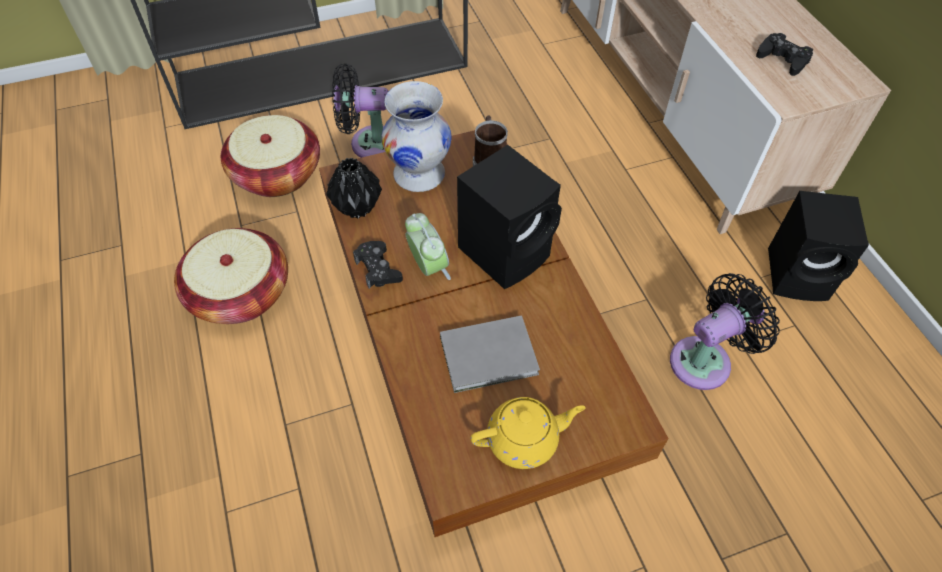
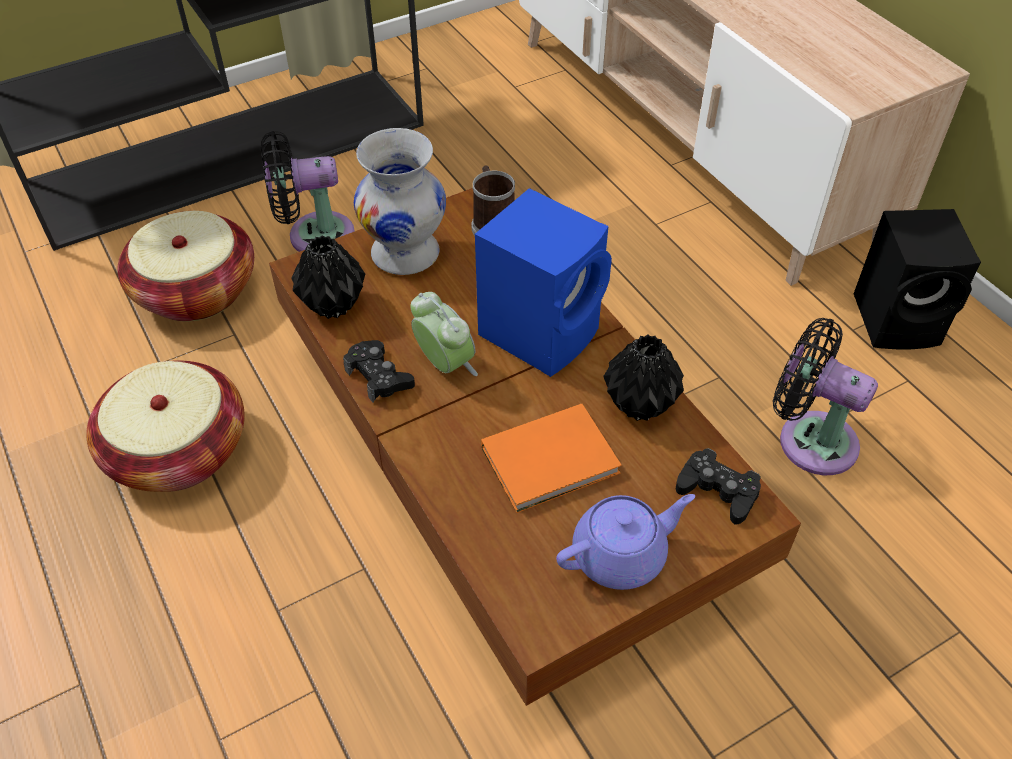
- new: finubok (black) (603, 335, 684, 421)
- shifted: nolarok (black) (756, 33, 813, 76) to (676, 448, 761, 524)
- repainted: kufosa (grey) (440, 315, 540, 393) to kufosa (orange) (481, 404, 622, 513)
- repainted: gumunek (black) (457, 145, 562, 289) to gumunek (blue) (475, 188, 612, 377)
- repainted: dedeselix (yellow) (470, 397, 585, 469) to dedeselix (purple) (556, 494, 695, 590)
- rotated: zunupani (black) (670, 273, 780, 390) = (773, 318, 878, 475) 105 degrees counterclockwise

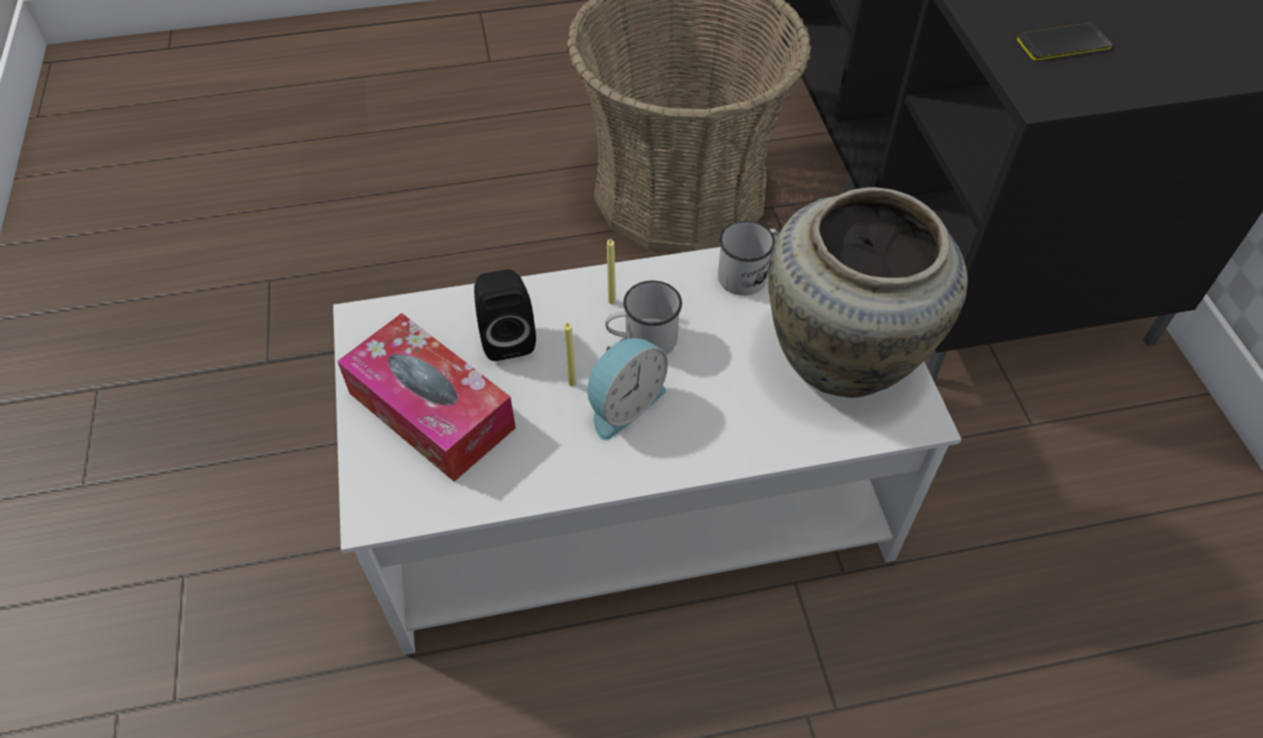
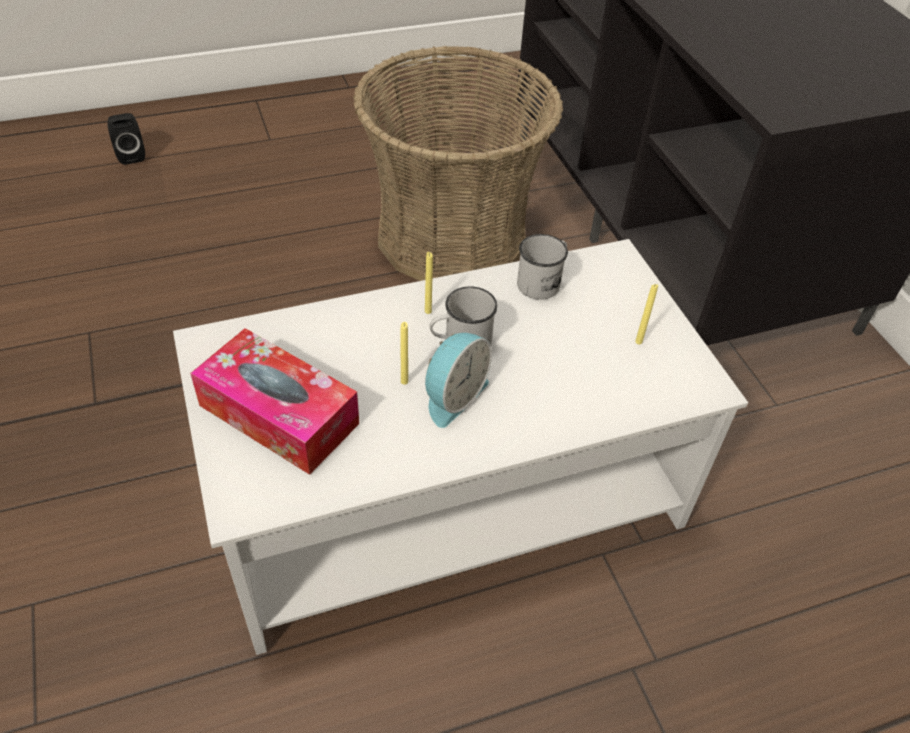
- gone: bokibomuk (1017, 23, 1112, 61)
- shifted: gumunek (black) (474, 269, 536, 361) to (108, 113, 145, 165)
- swapped: finubok (beige) (768, 187, 968, 398) to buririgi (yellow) (635, 284, 658, 345)

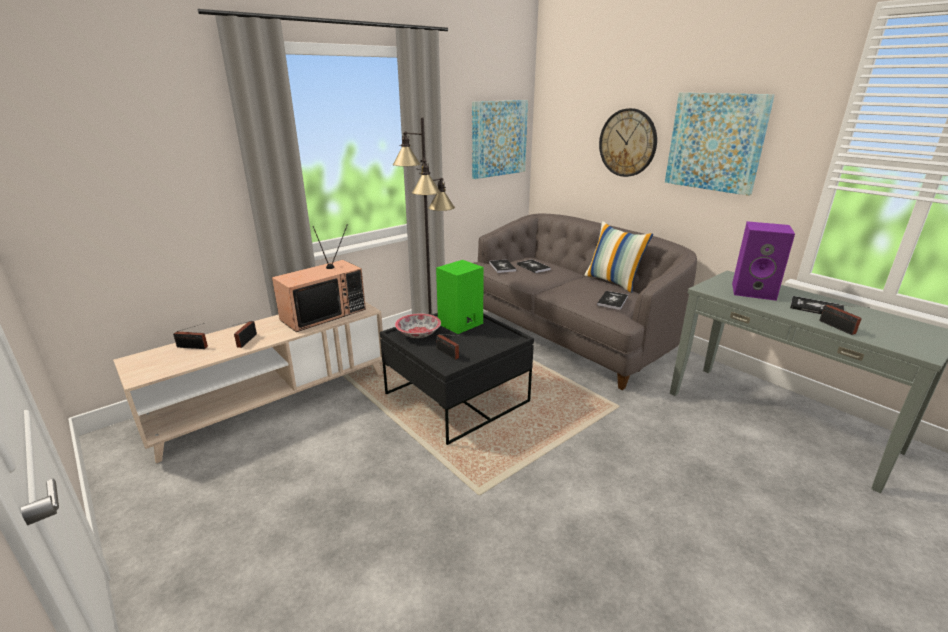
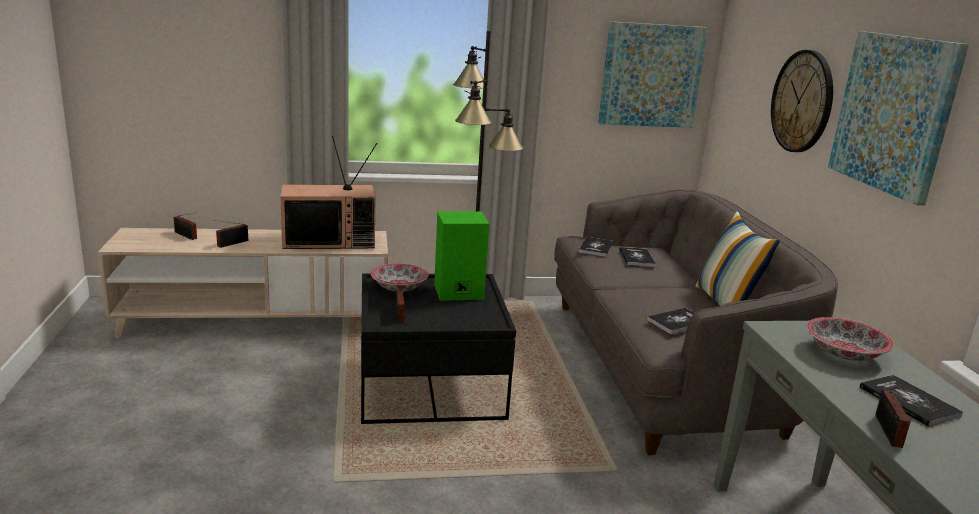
- swapped: gumunek (purple) (732, 221, 795, 301) to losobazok (806, 317, 894, 361)

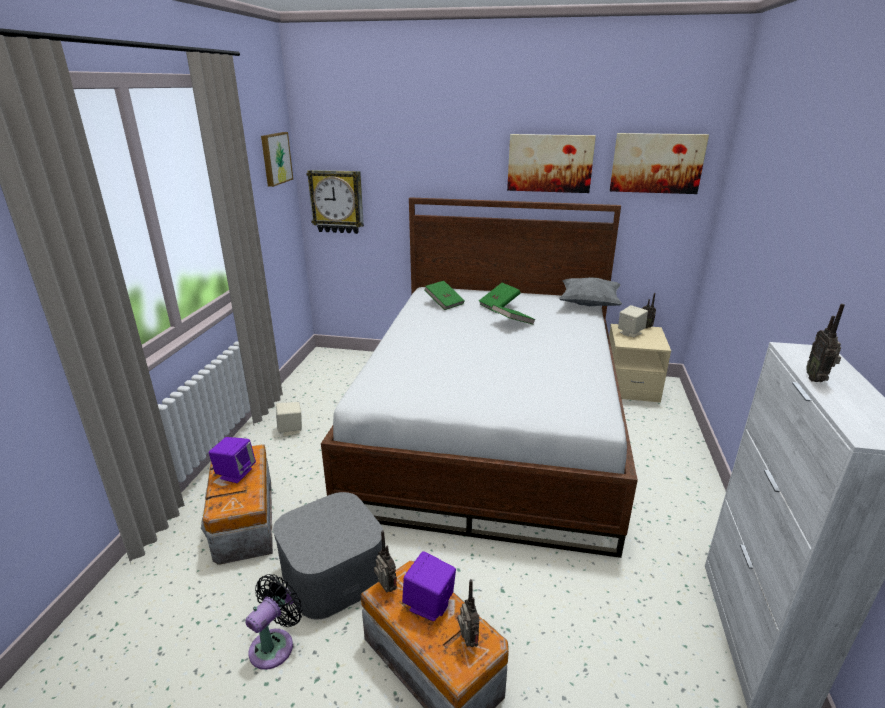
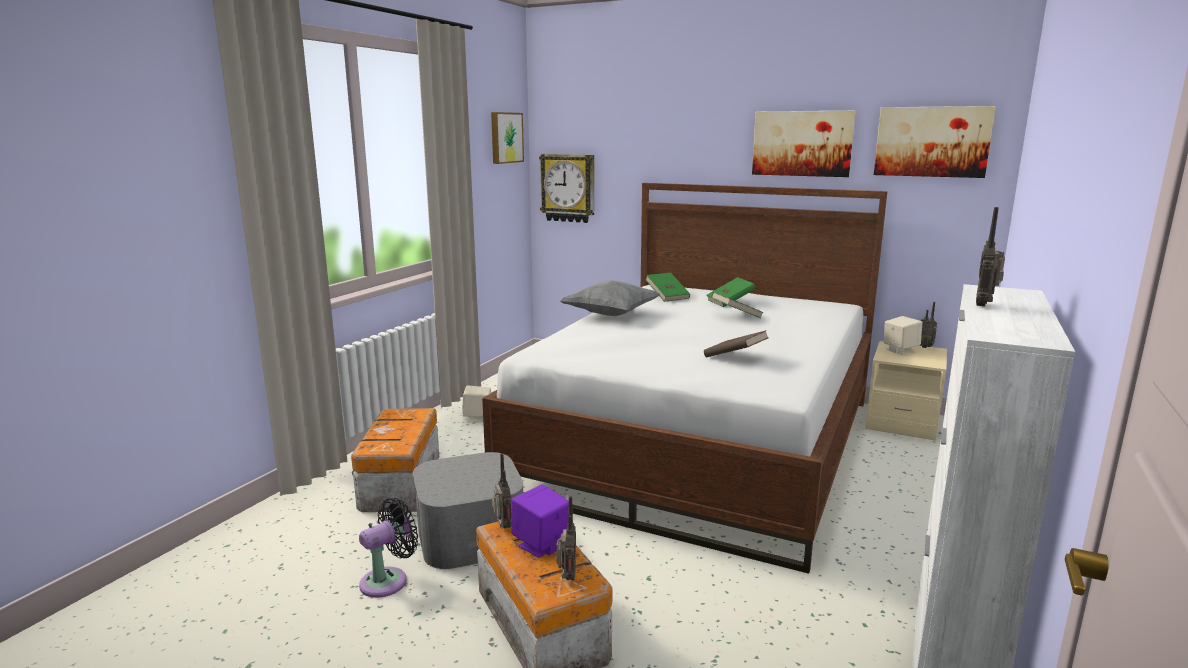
- gone: gumunek (purple) (209, 437, 256, 483)
- new: kufosa (brown) (704, 330, 769, 358)
- shifted: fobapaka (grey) (559, 277, 622, 306) to (560, 280, 661, 316)

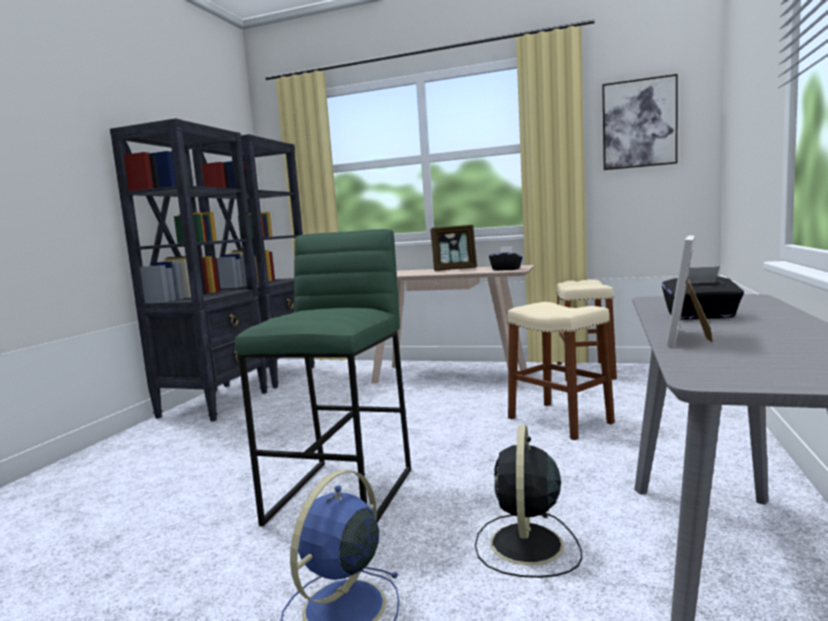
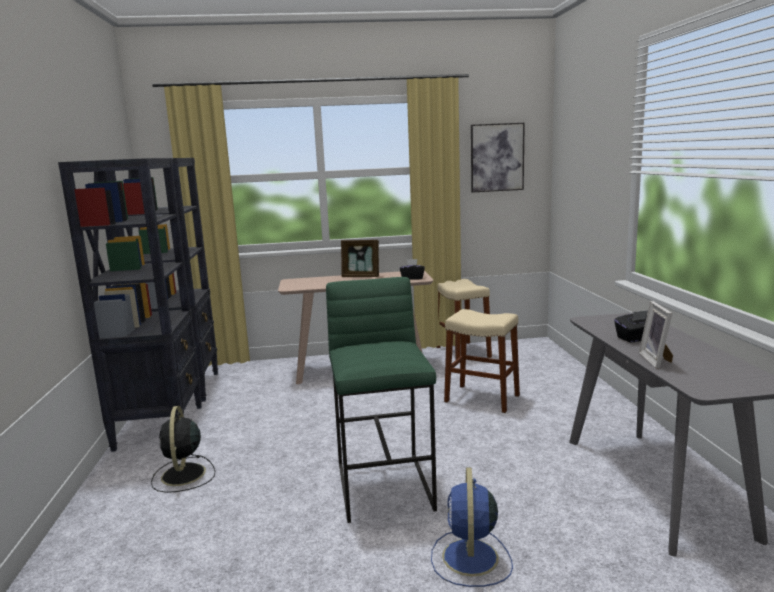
- shifted: zunupani (black) (475, 425, 582, 578) to (151, 406, 215, 493)
- rotated: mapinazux (430, 225, 477, 271) = (341, 240, 379, 277) 45 degrees clockwise

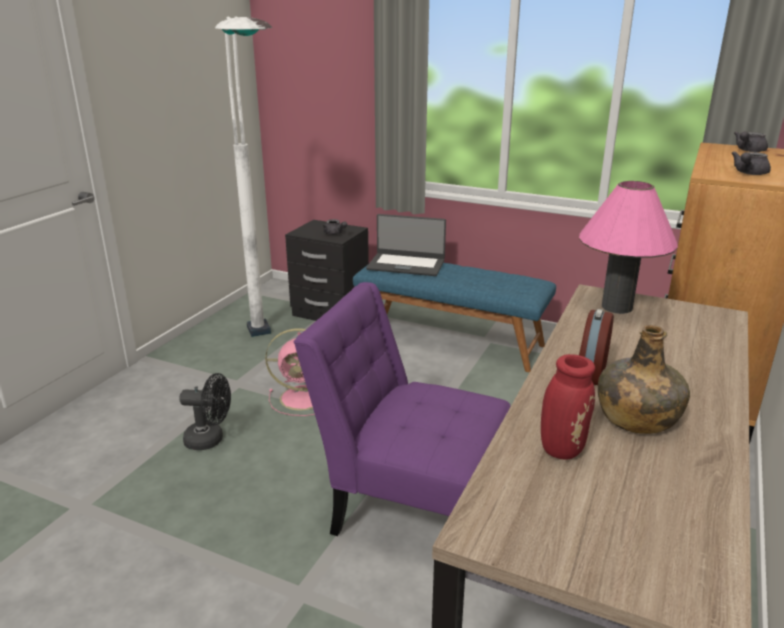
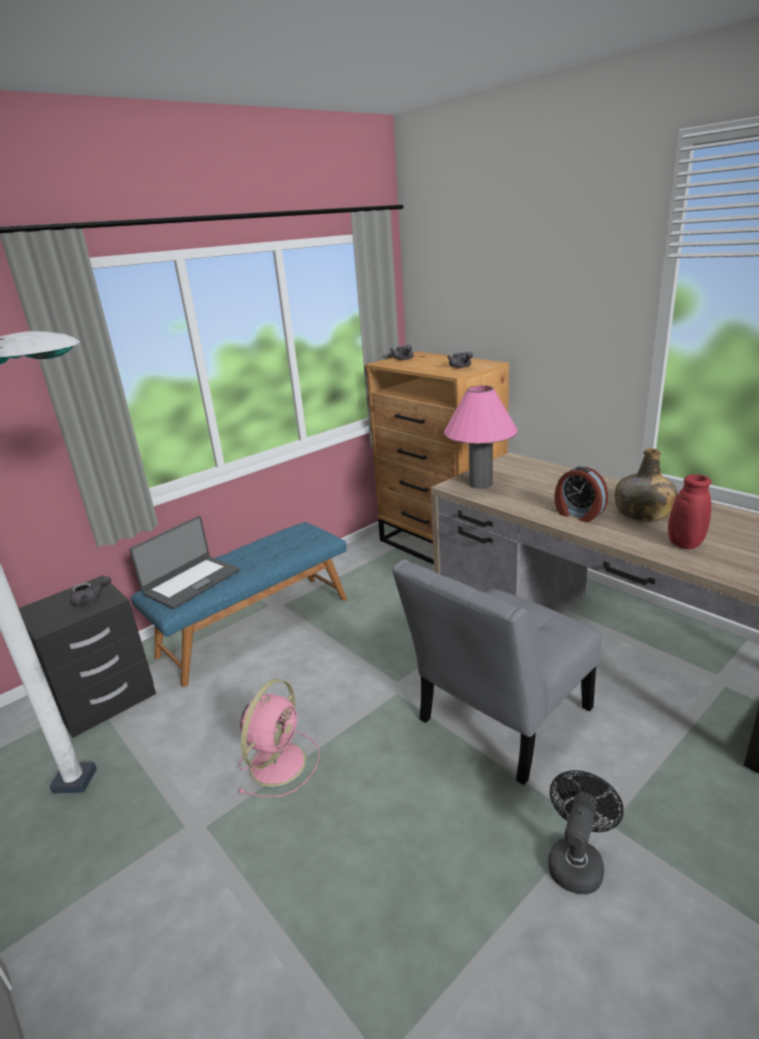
- shifted: zunupani (black) (179, 373, 231, 450) to (548, 770, 624, 894)
- repainted: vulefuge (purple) (294, 282, 511, 536) to vulefuge (grey) (392, 559, 602, 785)

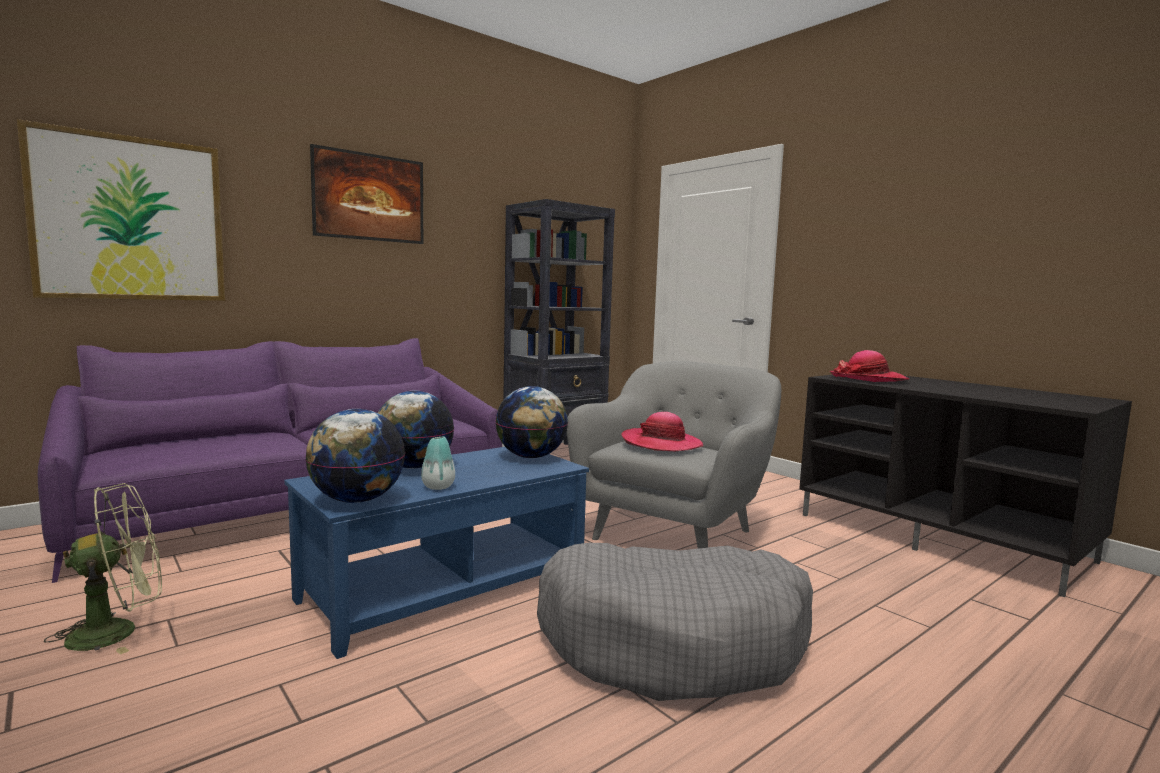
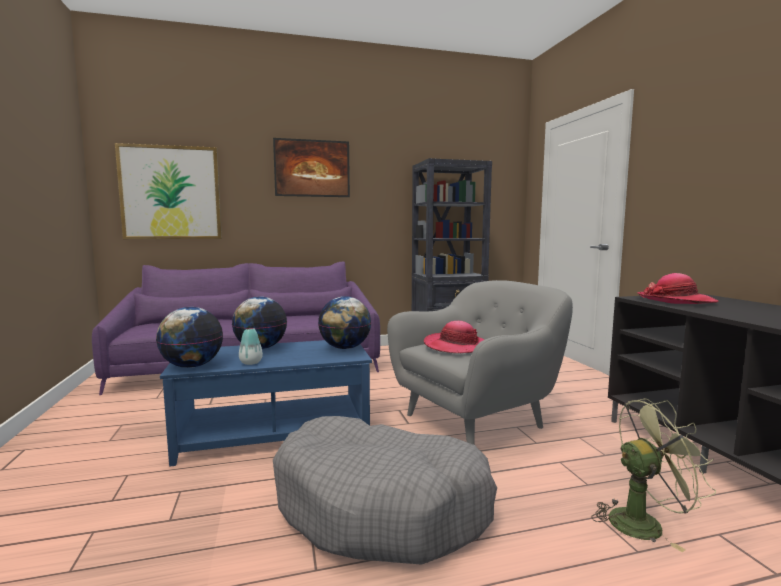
- shifted: zunupani (green) (44, 483, 162, 655) to (592, 399, 716, 552)

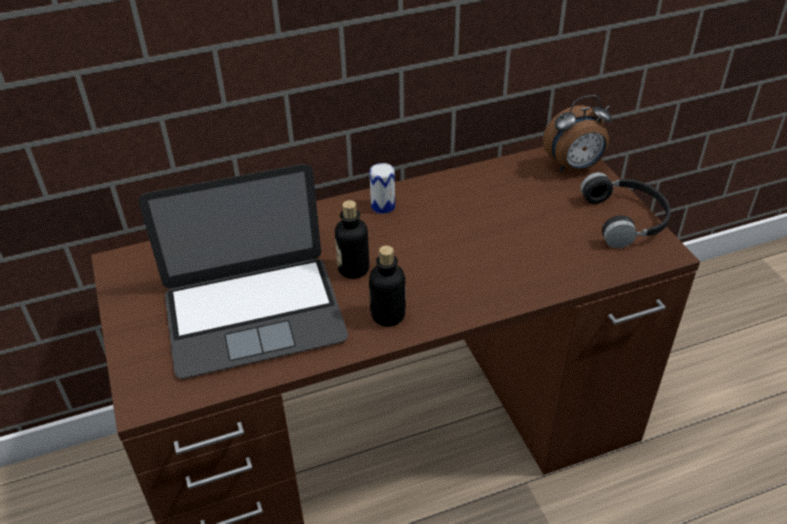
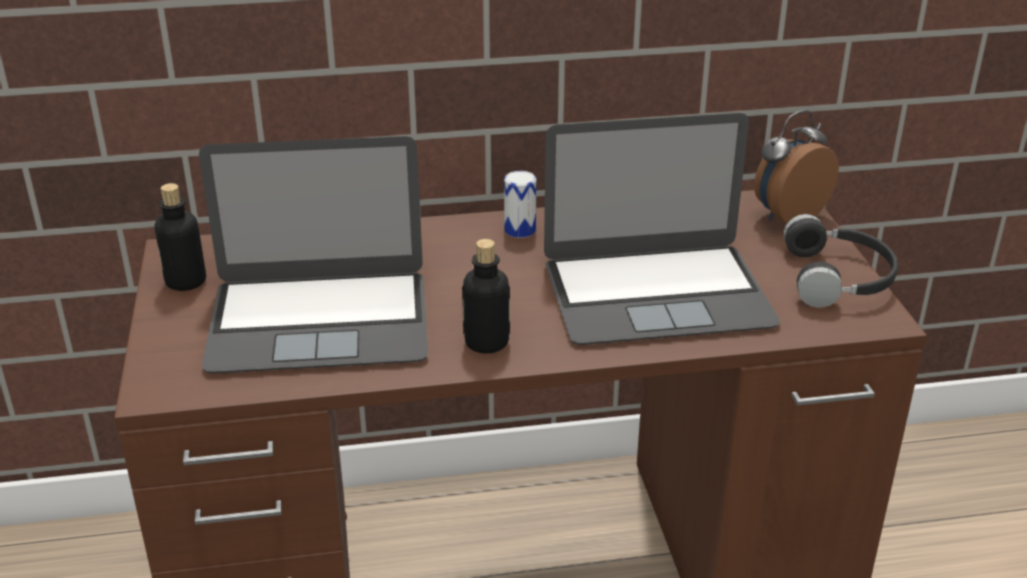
- new: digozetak (544, 113, 780, 345)
- shifted: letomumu (335, 200, 369, 279) to (154, 183, 206, 291)
- rotated: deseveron (543, 95, 612, 172) = (754, 110, 839, 224) 150 degrees clockwise

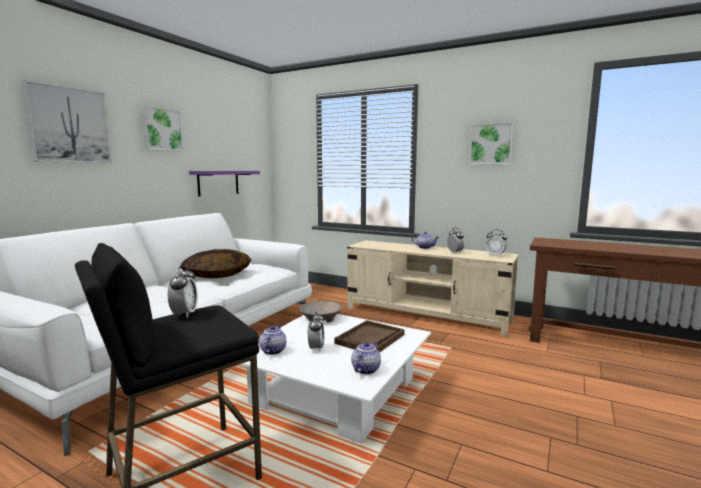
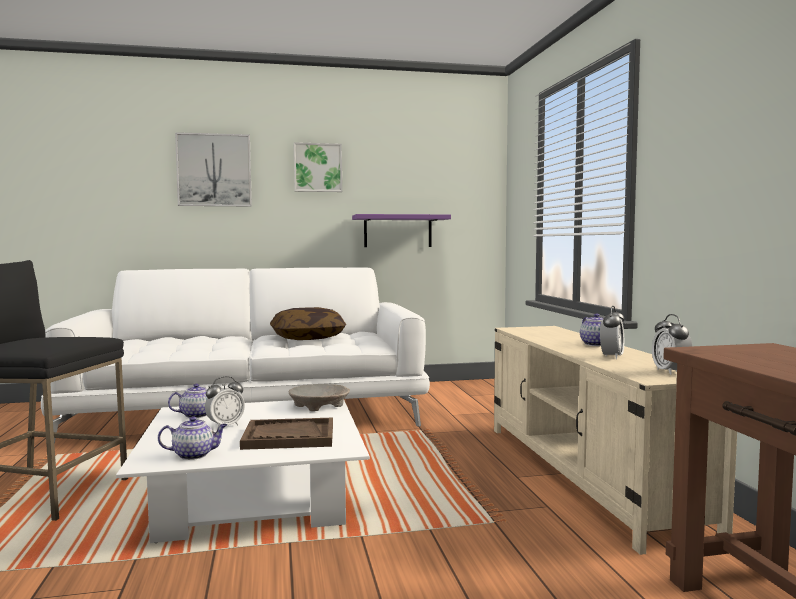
- gone: deseveron (168, 265, 198, 318)
- gone: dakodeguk (469, 122, 514, 165)

